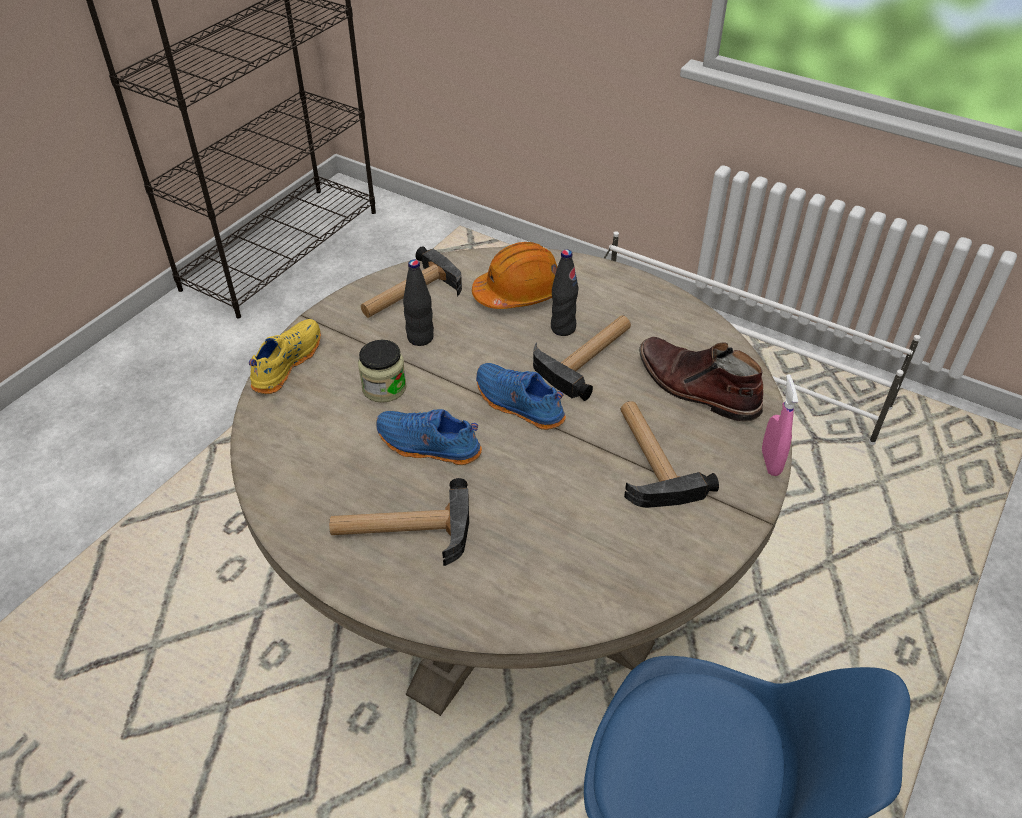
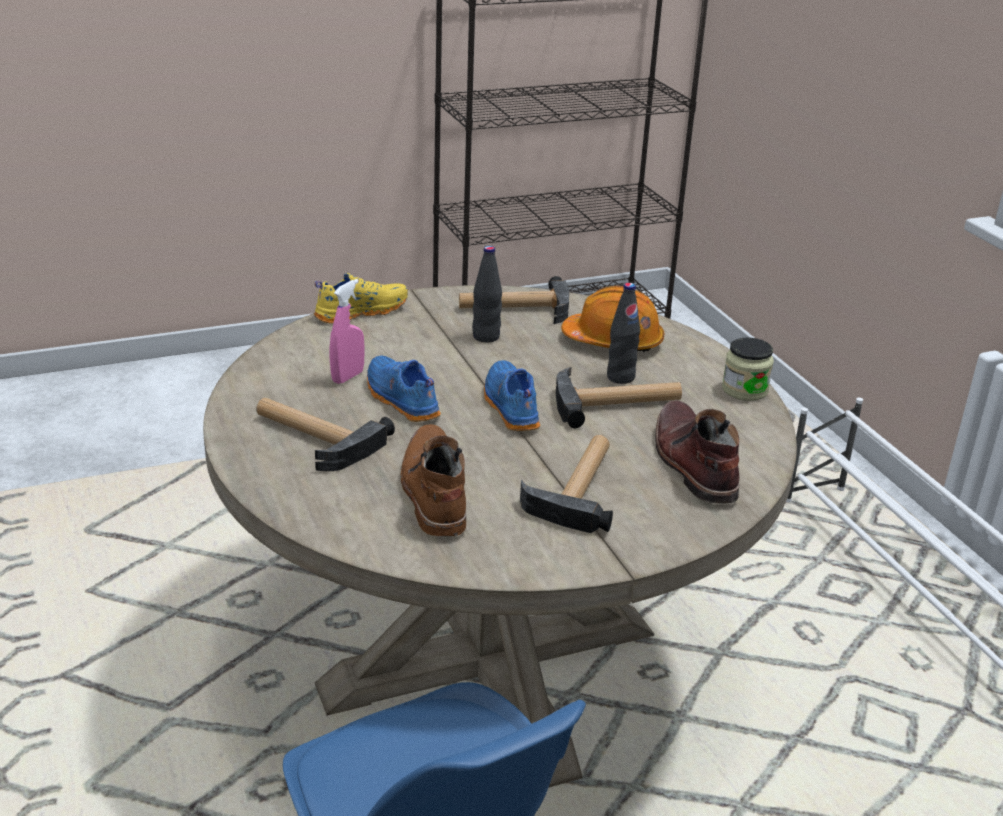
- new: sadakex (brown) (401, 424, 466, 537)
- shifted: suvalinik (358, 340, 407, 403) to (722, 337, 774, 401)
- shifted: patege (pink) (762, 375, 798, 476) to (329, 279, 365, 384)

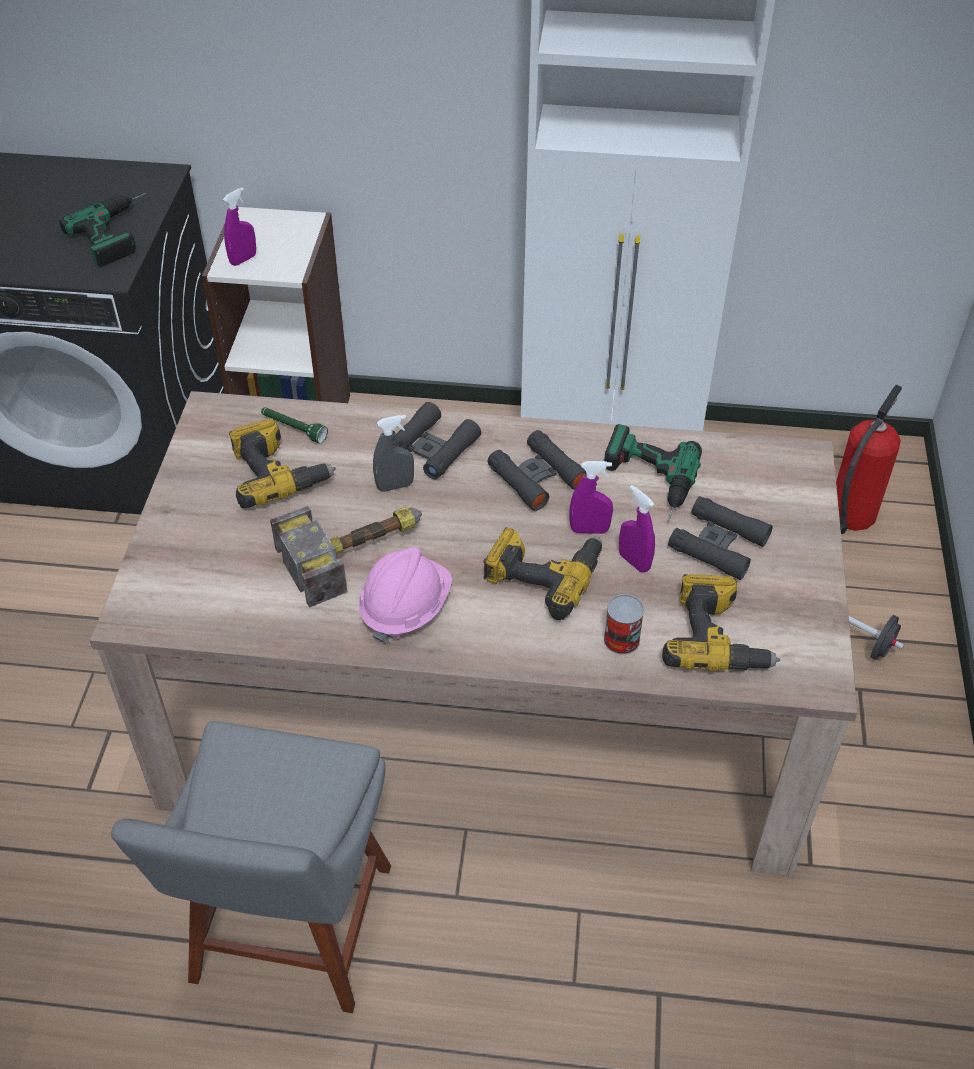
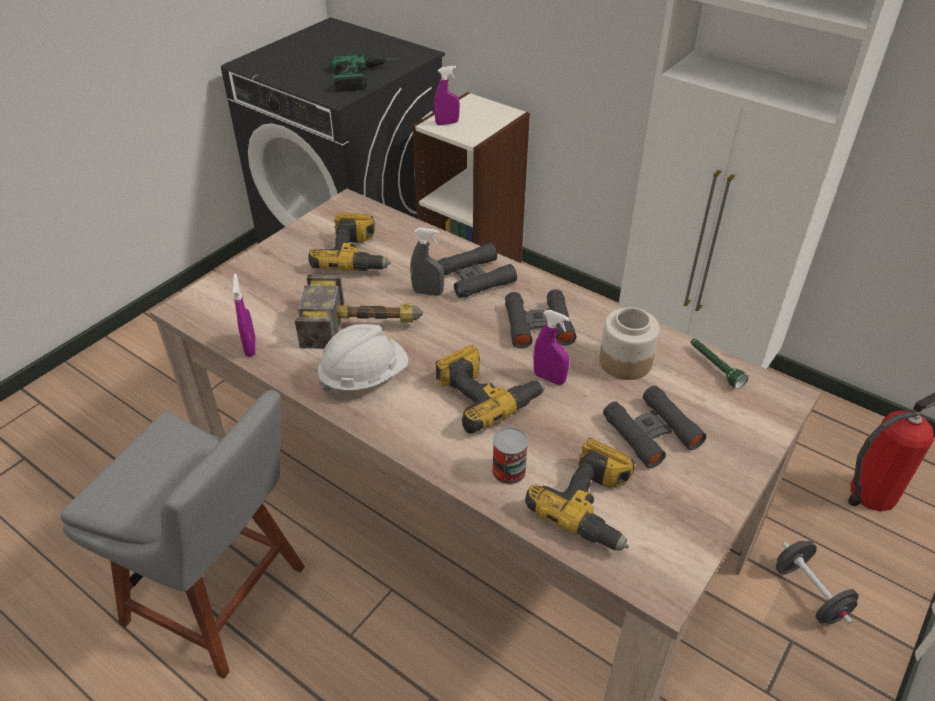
- shifted: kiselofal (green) (261, 407, 328, 443) to (691, 338, 748, 389)
- shifted: patege (purple) (619, 485, 655, 573) to (233, 274, 256, 357)
- swapped: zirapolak (604, 424, 702, 521) to suvalinik (599, 307, 660, 380)
- repainted: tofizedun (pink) (359, 547, 453, 644) to tofizedun (white) (318, 324, 408, 394)
- rotated: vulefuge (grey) (111, 721, 391, 1013) = (60, 390, 305, 679) 105 degrees counterclockwise

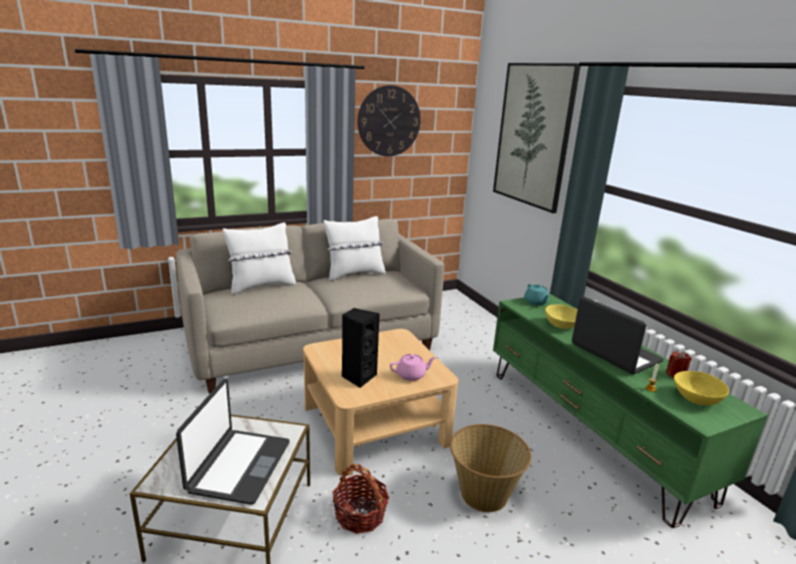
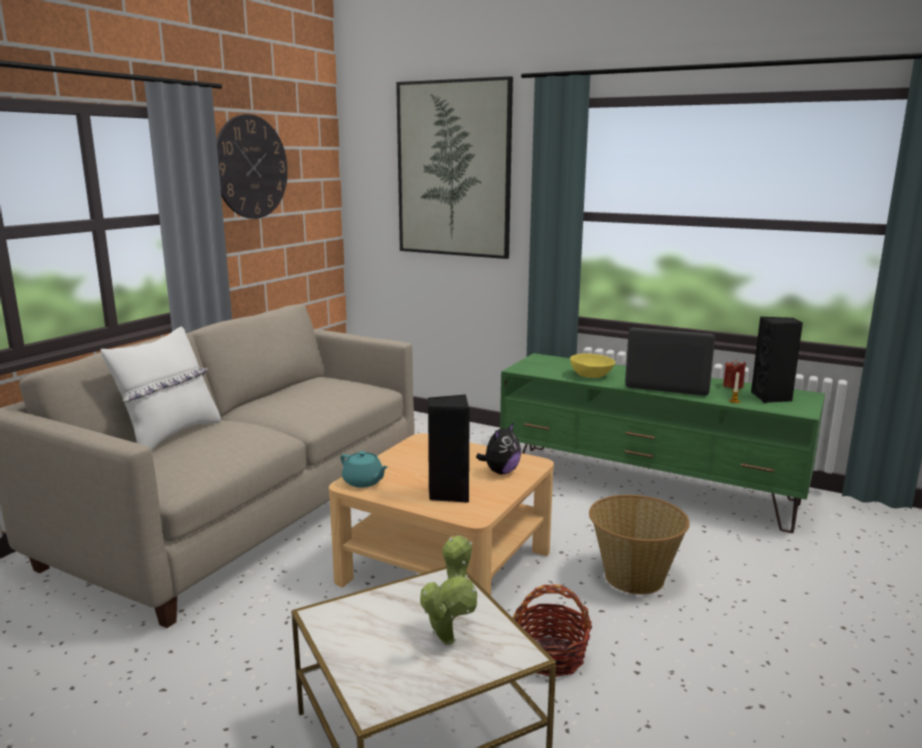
- gone: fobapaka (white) (324, 216, 385, 281)
- shifted: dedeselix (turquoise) (524, 284, 549, 305) to (340, 451, 388, 488)
- swapped: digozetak (176, 379, 290, 505) to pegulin (420, 535, 478, 645)
- swapped: dedeselix (pink) (390, 354, 436, 381) to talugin (476, 422, 521, 474)
- swapped: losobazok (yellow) (674, 371, 729, 405) to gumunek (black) (751, 316, 803, 403)

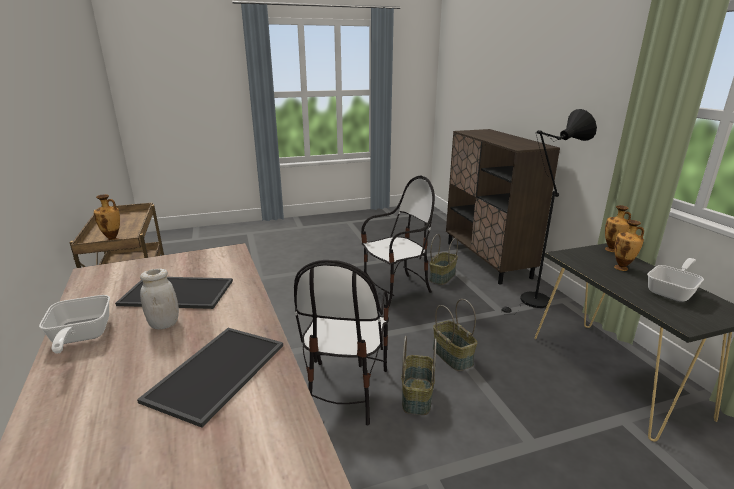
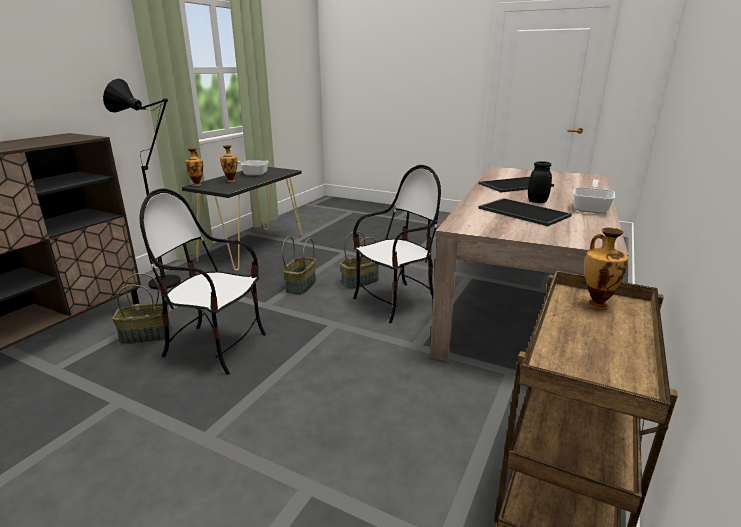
- repainted: suvalinik (white) (140, 269, 179, 330) to suvalinik (black) (528, 161, 552, 203)

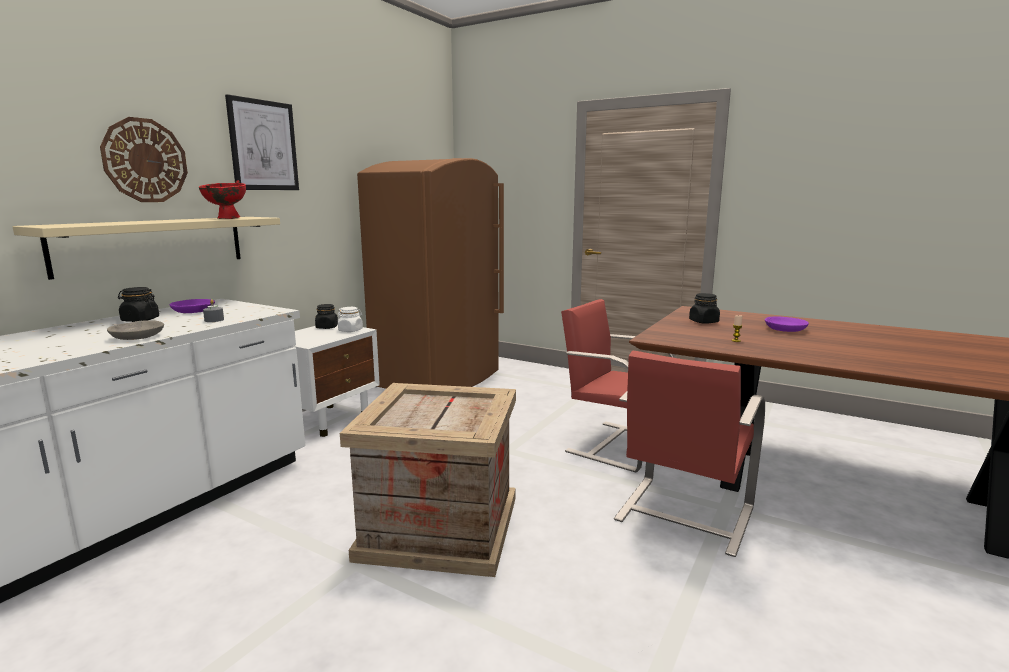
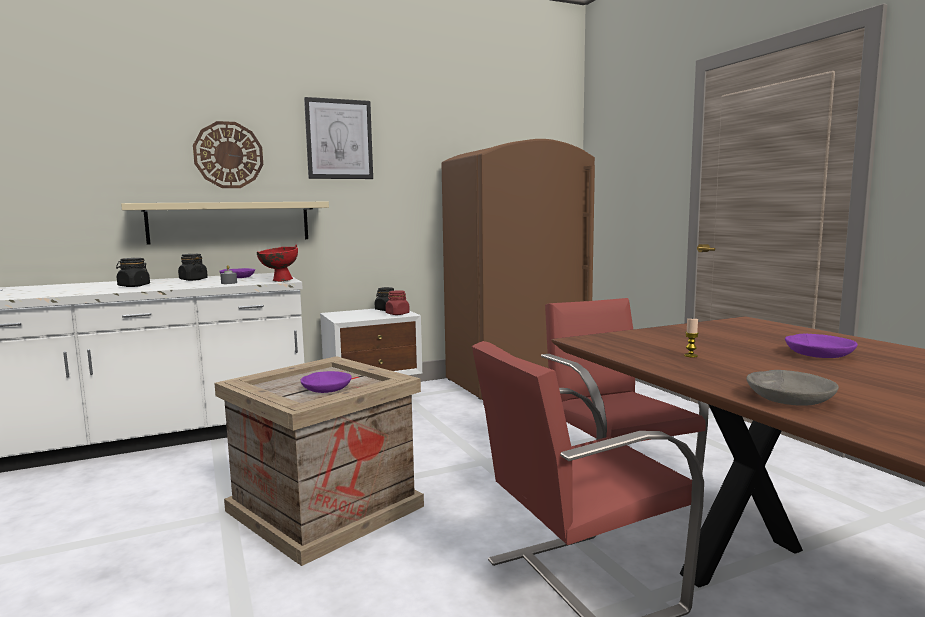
- new: losobazok (purple) (300, 371, 352, 393)
- shifted: losobazok (grey) (107, 320, 164, 340) to (746, 370, 839, 406)
- shifted: losobazok (red) (199, 180, 246, 219) to (257, 244, 298, 282)
- shifted: suvalinik (black) (689, 293, 720, 324) to (116, 258, 150, 287)
- repainted: suvalinik (white) (338, 307, 363, 332) to suvalinik (red) (385, 290, 410, 315)

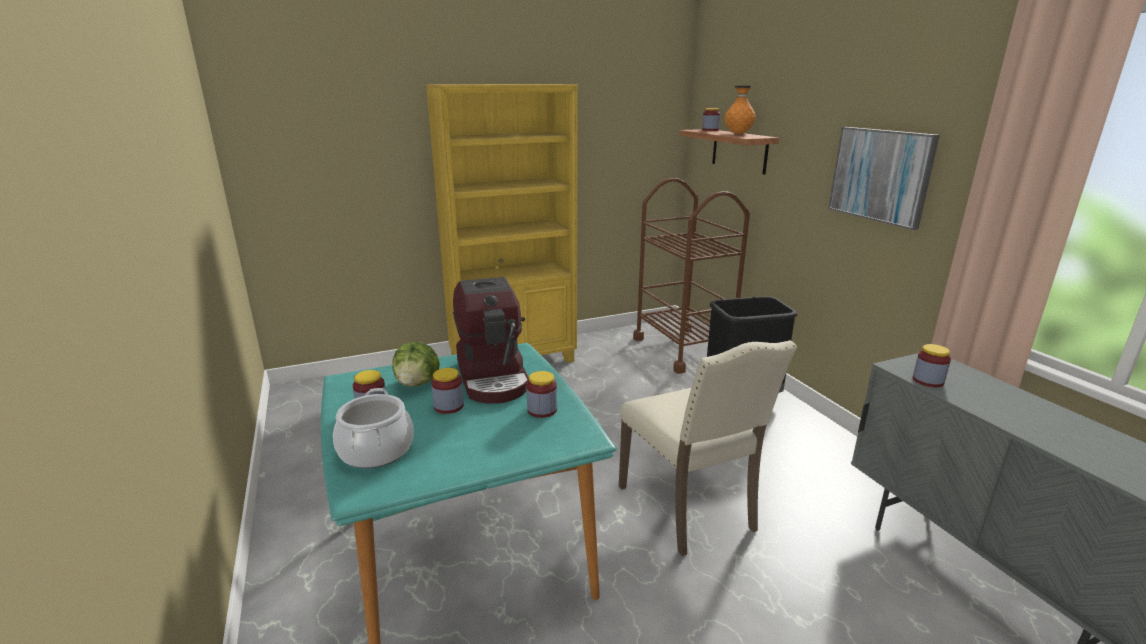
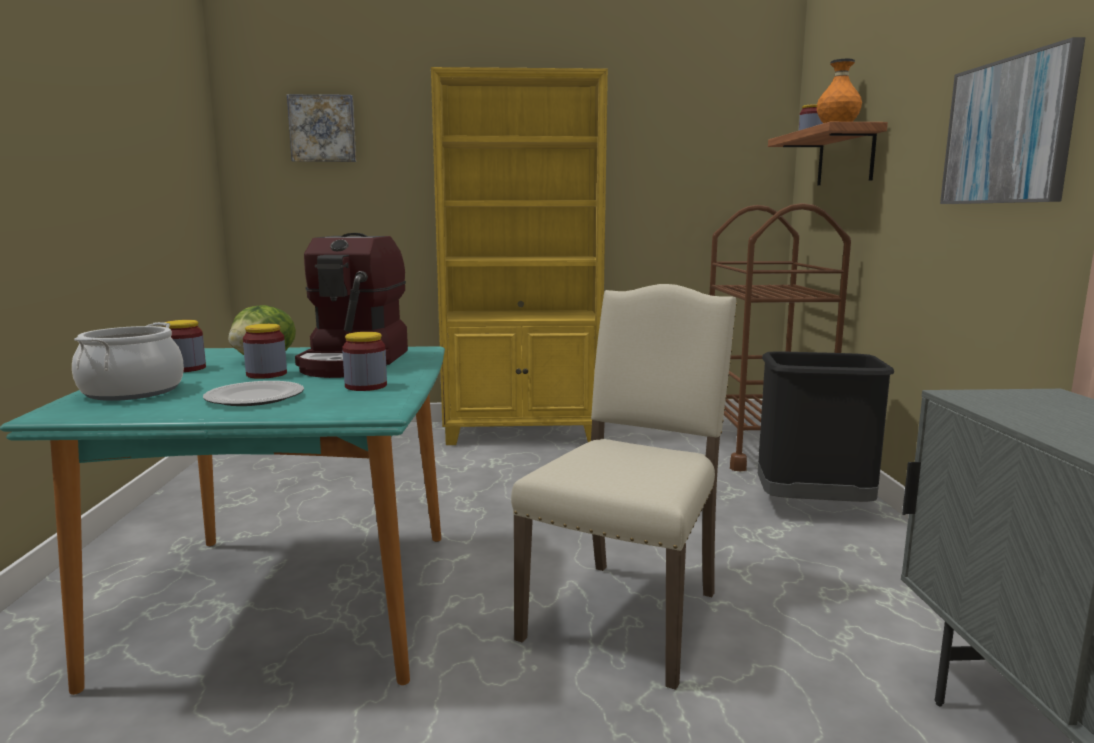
- gone: suvalinik (913, 344, 951, 387)
- new: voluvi (203, 381, 304, 406)
- new: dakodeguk (287, 94, 356, 162)
- rotated: vulefuge (beige) (619, 340, 797, 556) = (511, 284, 737, 690) 150 degrees counterclockwise

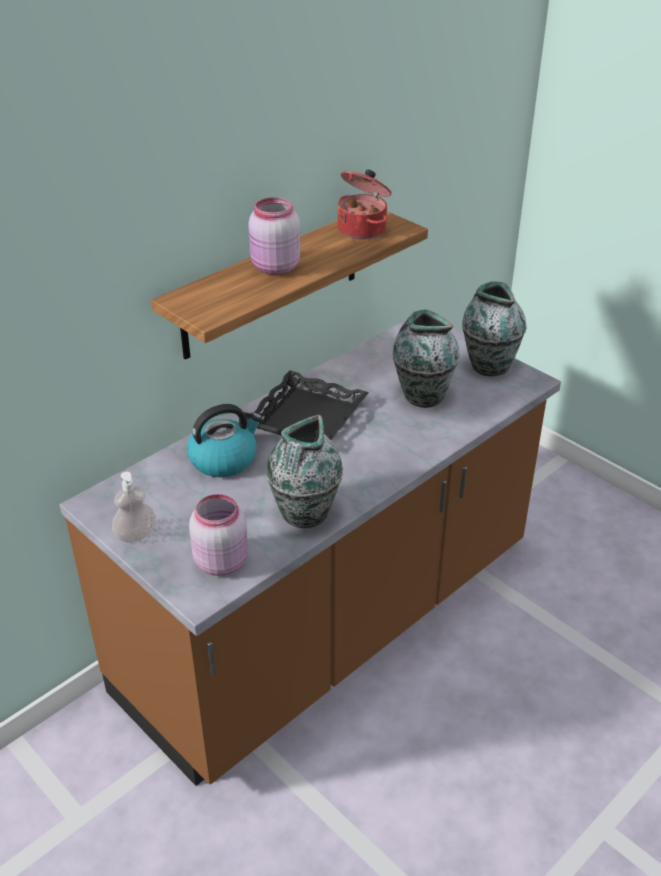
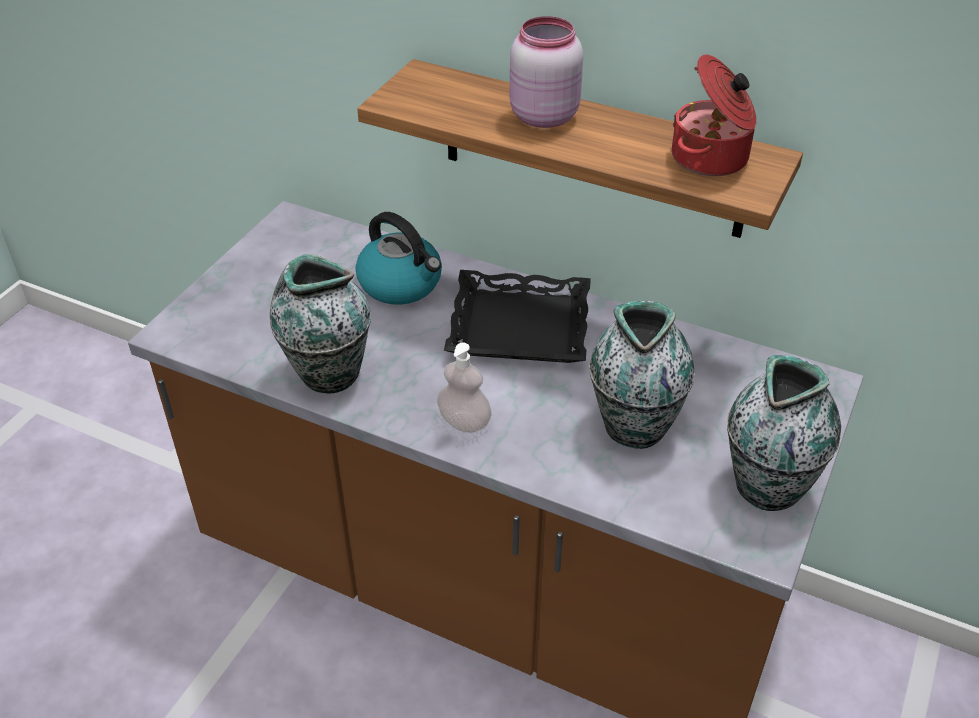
- gone: suvalinik (pink) (189, 494, 248, 576)
- shifted: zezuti (112, 472, 156, 543) to (437, 343, 491, 433)

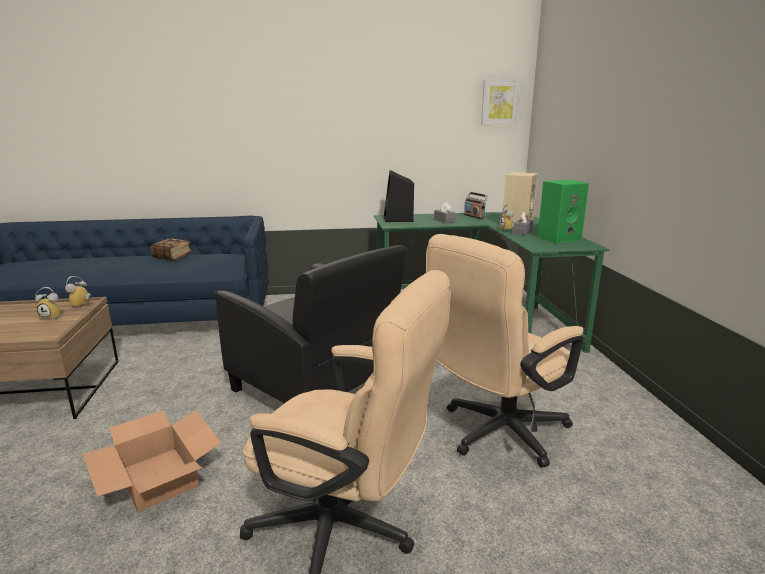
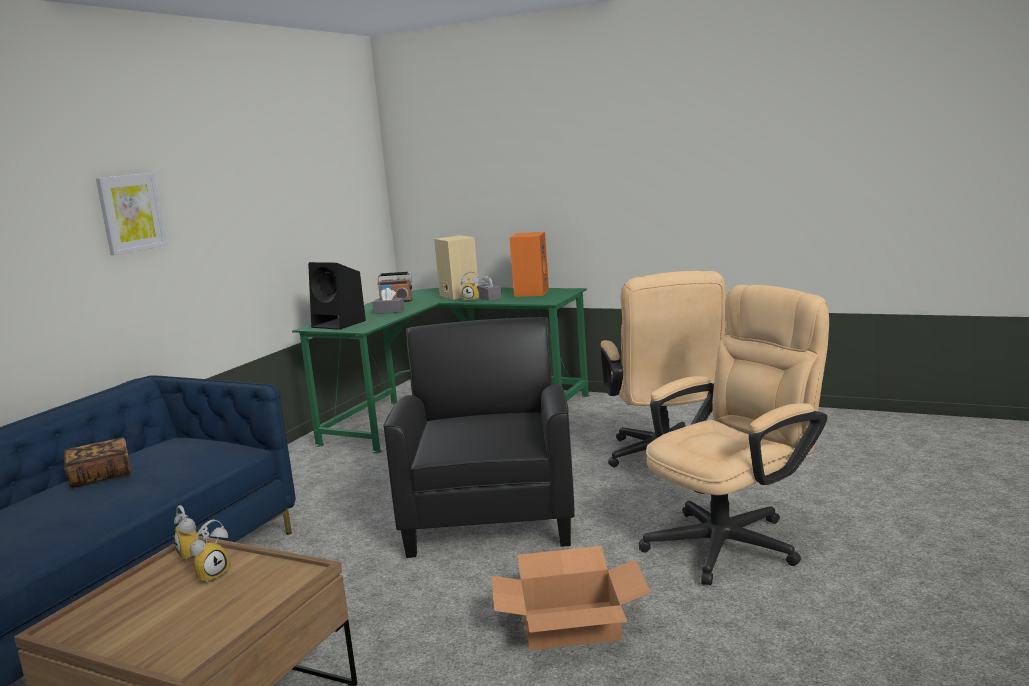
- shifted: dakodeguk (481, 79, 521, 125) to (96, 173, 167, 255)
- repainted: gumunek (green) (538, 180, 589, 243) to gumunek (orange) (510, 232, 549, 297)
- rotated: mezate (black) (215, 245, 407, 403) = (383, 317, 575, 558) 75 degrees counterclockwise

